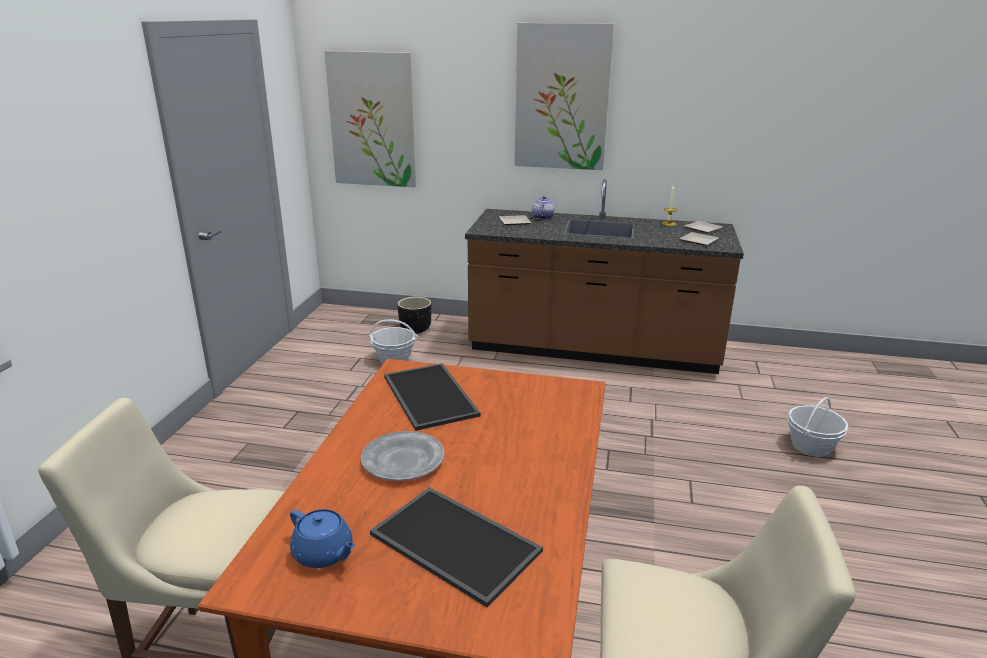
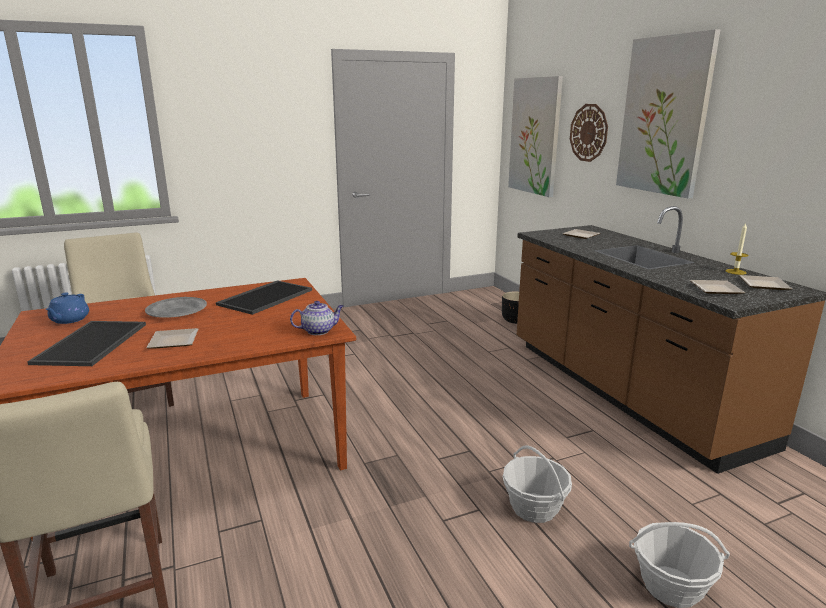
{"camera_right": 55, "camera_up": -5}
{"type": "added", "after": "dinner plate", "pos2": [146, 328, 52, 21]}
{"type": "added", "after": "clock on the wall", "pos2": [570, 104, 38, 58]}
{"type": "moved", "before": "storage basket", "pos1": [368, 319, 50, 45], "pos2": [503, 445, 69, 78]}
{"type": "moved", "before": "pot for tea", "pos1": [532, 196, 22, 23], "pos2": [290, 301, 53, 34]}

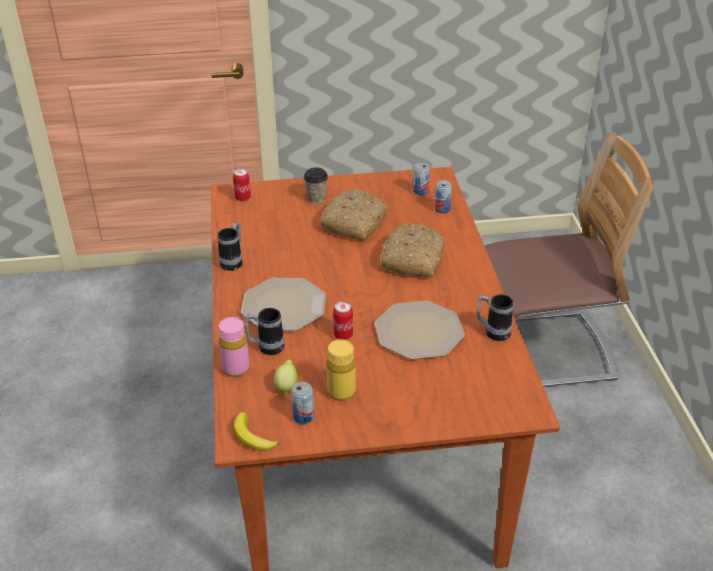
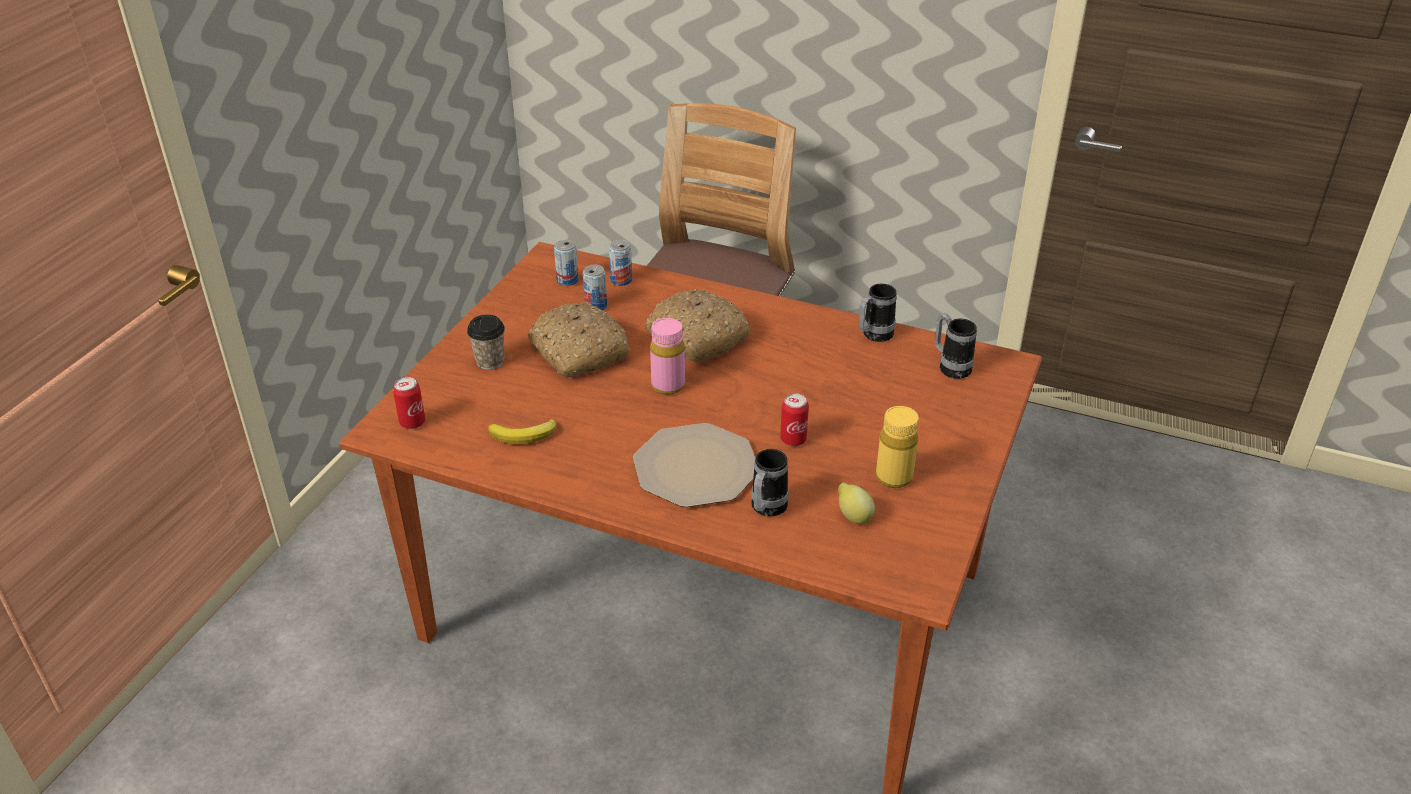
{"camera_right": -60, "camera_up": 0}
{"type": "removed", "before": "dinner plate", "pos1": [375, 301, 90, 59]}
{"type": "moved", "before": "tea mug", "pos1": [218, 223, 24, 48], "pos2": [935, 314, 42, 65]}
{"type": "moved", "before": "pink-coloured bottle", "pos1": [219, 317, 31, 60], "pos2": [650, 318, 35, 77]}
{"type": "moved", "before": "banana fruit", "pos1": [234, 412, 45, 39], "pos2": [488, 419, 68, 25]}
{"type": "moved", "before": "sealed can", "pos1": [292, 382, 22, 42], "pos2": [583, 265, 24, 46]}

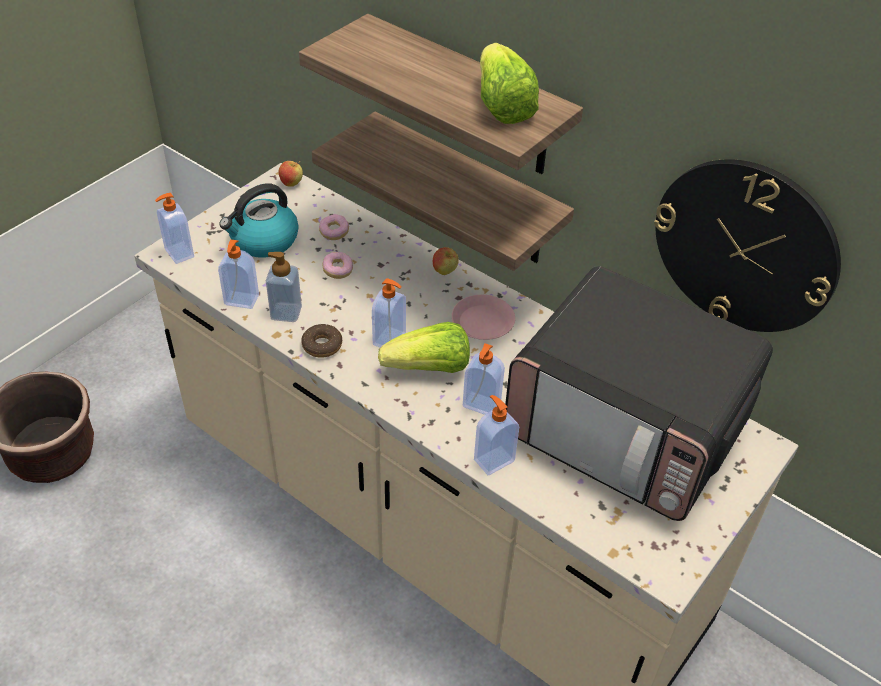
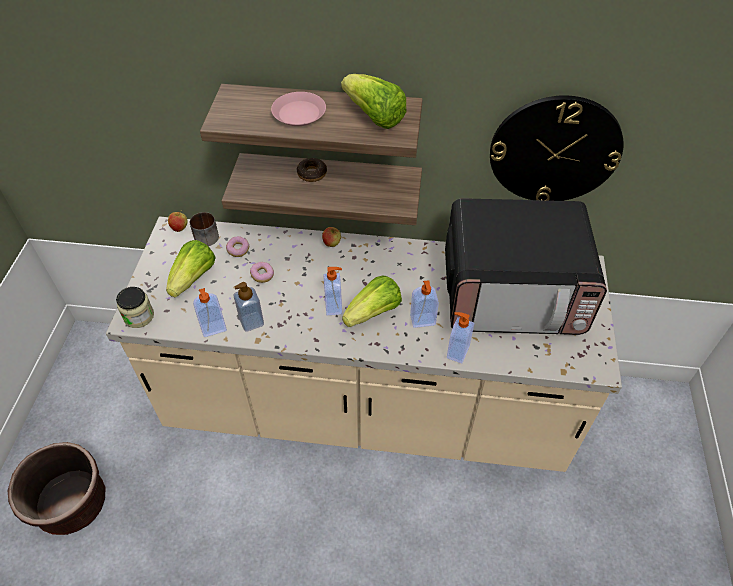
{"camera_right": -30, "camera_up": 5}
{"type": "added", "after": "tea mug", "pos2": [190, 212, 29, 34]}
{"type": "moved", "before": "ring doughnut", "pos1": [301, 324, 41, 34], "pos2": [297, 158, 30, 24]}
{"type": "moved", "before": "pink-coloured dinner plate", "pos1": [452, 295, 63, 45], "pos2": [271, 92, 55, 34]}
{"type": "replaced", "before": "soap bottle", "after": "jar", "pos1": [155, 193, 39, 71], "pos2": [116, 287, 38, 41]}
{"type": "replaced", "before": "water kettle", "after": "lettuce", "pos1": [219, 183, 80, 75], "pos2": [166, 240, 50, 58]}

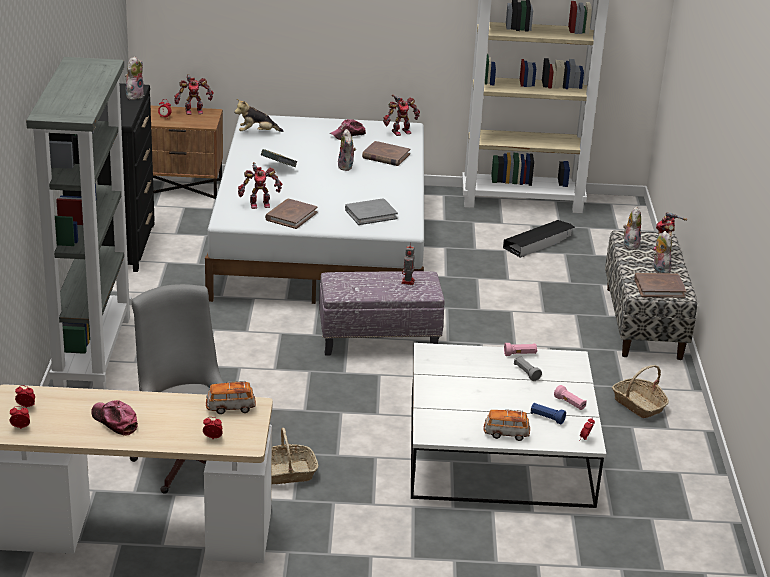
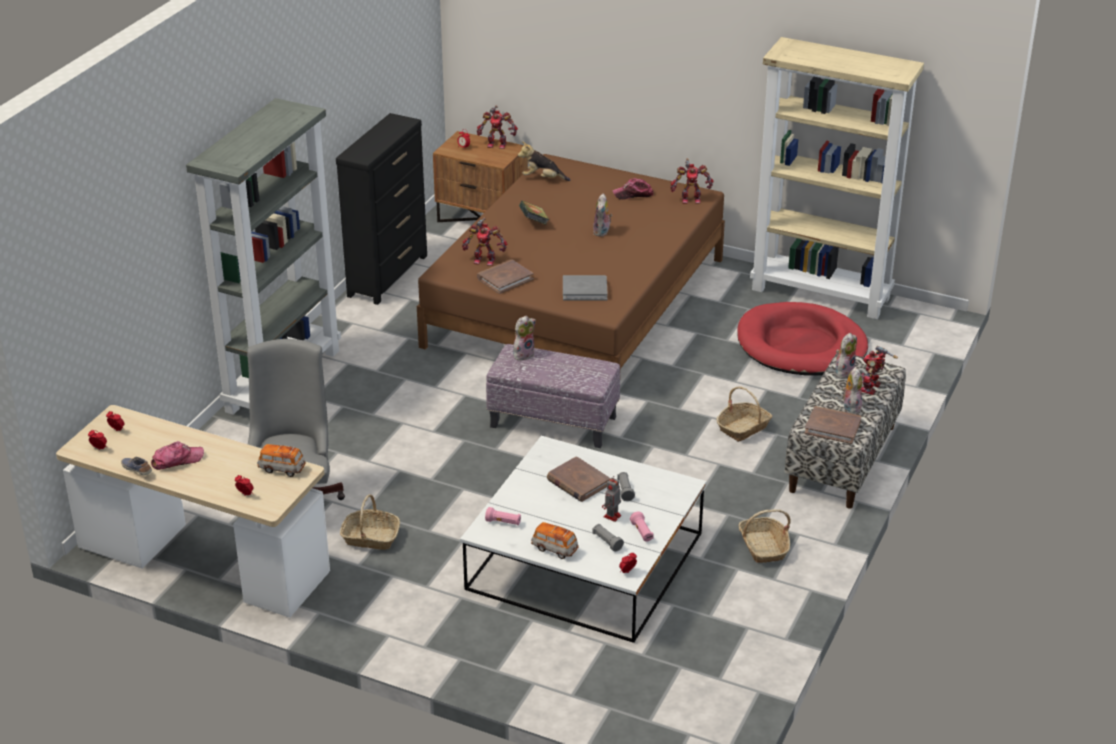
{"camera_right": 25, "camera_up": 5}
{"type": "added", "after": "shoe", "pos2": [121, 457, 31, 18]}
{"type": "added", "after": "storage basket", "pos2": [716, 386, 56, 56]}
{"type": "moved", "before": "cuddly toy", "pos1": [125, 56, 19, 44], "pos2": [513, 316, 23, 44]}
{"type": "moved", "before": "brown-coloured book", "pos1": [362, 141, 48, 25], "pos2": [547, 456, 64, 46]}
{"type": "moved", "before": "model robot", "pos1": [401, 242, 14, 43], "pos2": [602, 477, 19, 45]}
{"type": "moved", "before": "pink-coloured torch", "pos1": [504, 343, 33, 13], "pos2": [485, 507, 36, 18]}
{"type": "replaced", "before": "black-coloured storage container", "after": "red dog bed", "pos1": [503, 220, 72, 38], "pos2": [738, 302, 130, 74]}
{"type": "recoloured", "before": "whitish bedroom bed", "after": "brown-coloured bedroom bed", "pos1": [205, 114, 219, 190], "pos2": [417, 154, 308, 215]}
{"type": "recoloured", "before": "blue torch", "after": "greyish torch", "pos1": [531, 403, 35, 21], "pos2": [593, 524, 31, 28]}
{"type": "turned", "before": "baseball cap", "pos1": [91, 400, 47, 36], "pos2": [151, 441, 53, 29], "turn": 90}

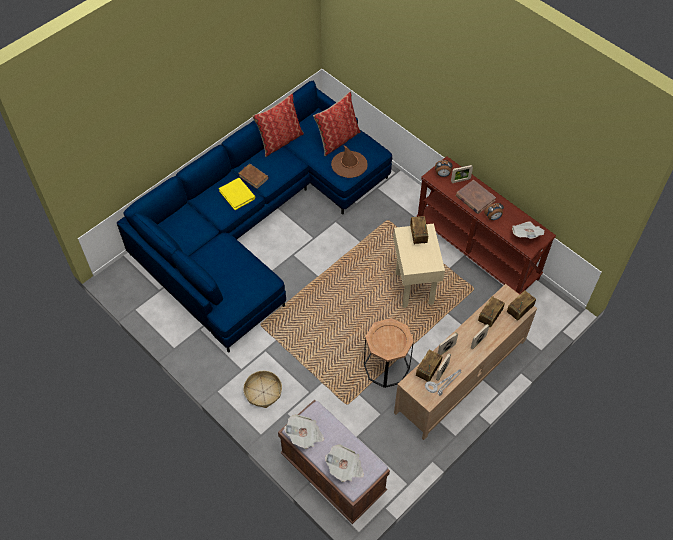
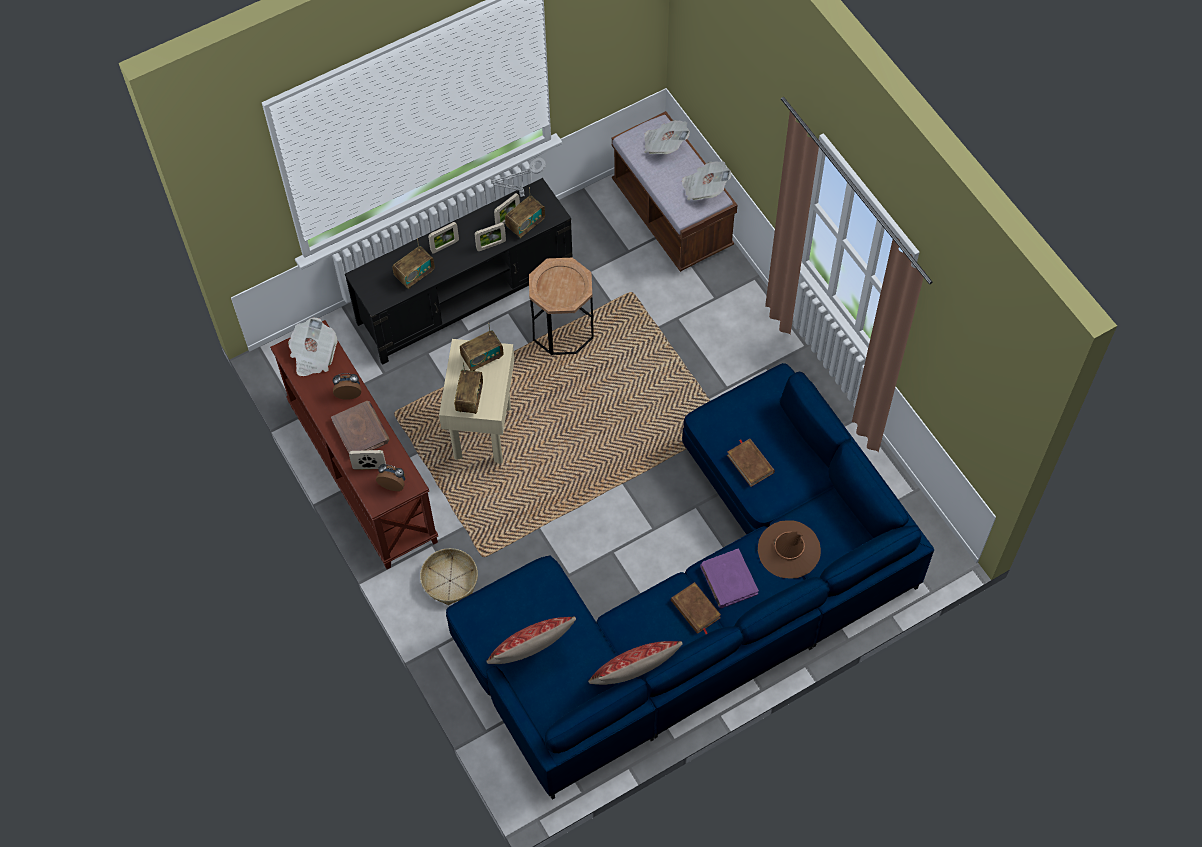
{"camera_right": -165, "camera_up": 5}
{"type": "added", "after": "brown-coloured book", "pos2": [727, 439, 48, 48]}
{"type": "moved", "before": "storage basket", "pos1": [243, 371, 39, 37], "pos2": [420, 548, 58, 57]}
{"type": "moved", "before": "brown-coloured hat", "pos1": [331, 145, 37, 33], "pos2": [758, 520, 63, 59]}
{"type": "moved", "before": "radio", "pos1": [507, 291, 29, 29], "pos2": [460, 323, 44, 48]}
{"type": "recoloured", "before": "yellowish book", "after": "purple book", "pos1": [219, 178, 36, 32], "pos2": [700, 549, 59, 59]}
{"type": "recoloured", "before": "beige tv stand", "after": "black-coloured tv stand", "pos1": [394, 284, 143, 156], "pos2": [345, 178, 228, 187]}

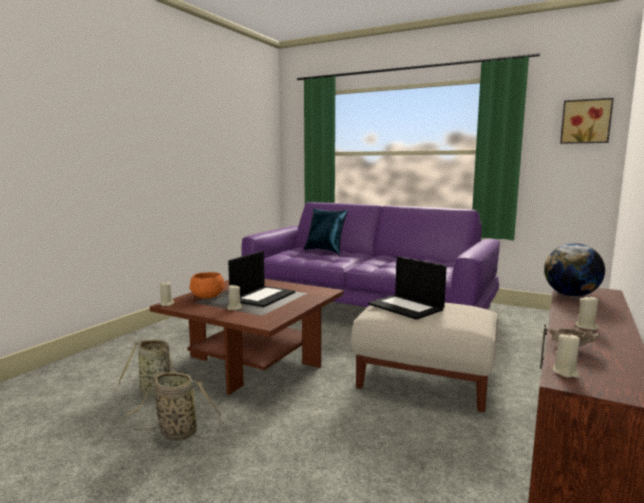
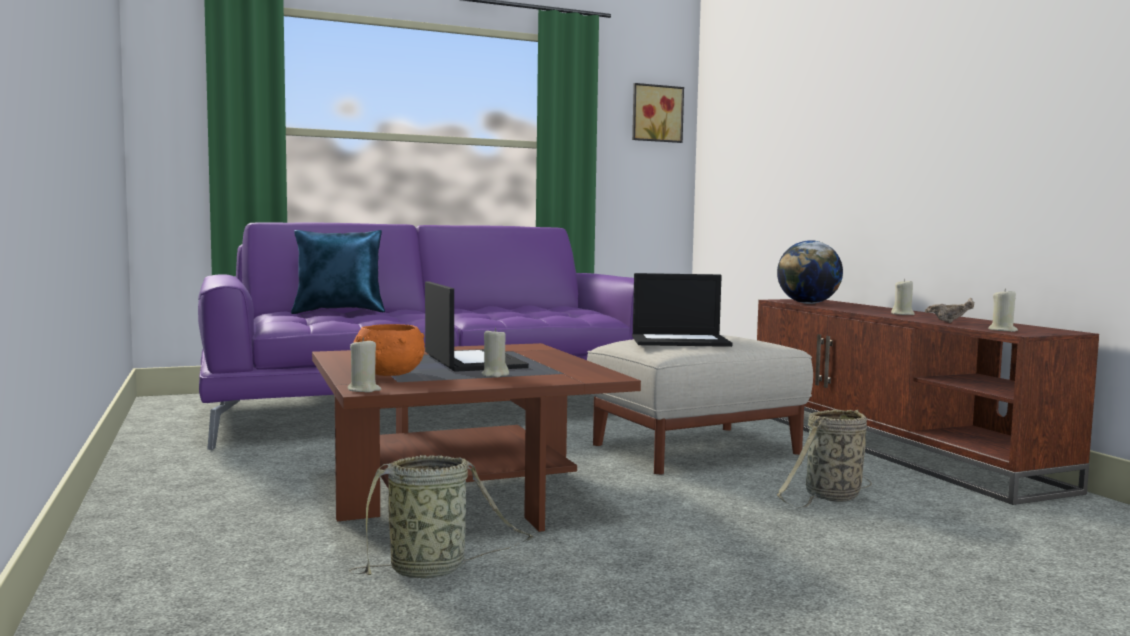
{"camera_right": -50, "camera_up": -5}
{"type": "moved", "before": "storage basket", "pos1": [123, 372, 98, 69], "pos2": [777, 409, 95, 99]}

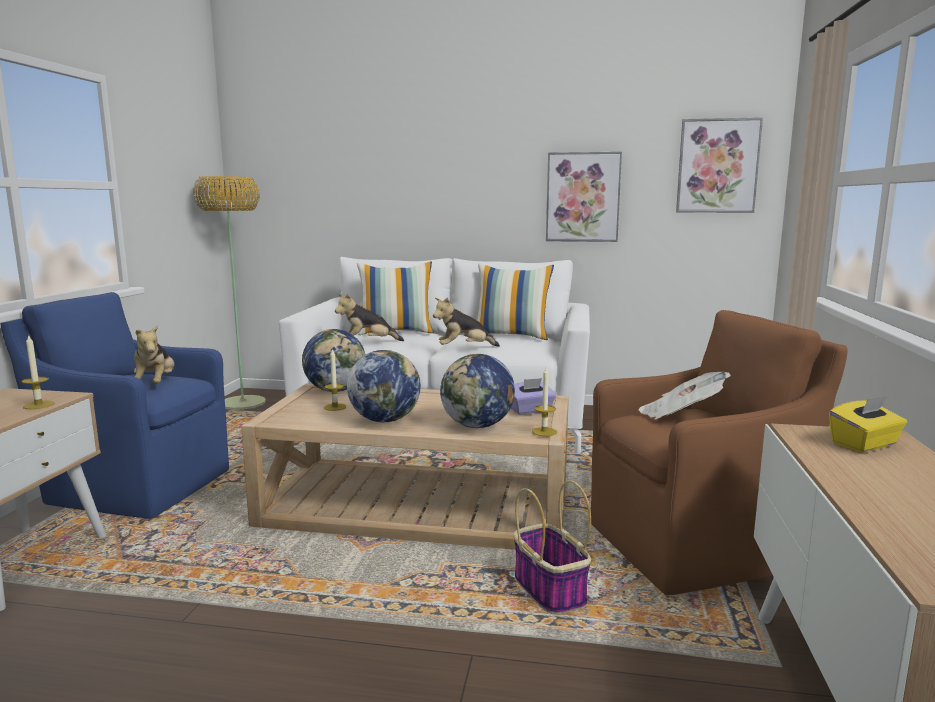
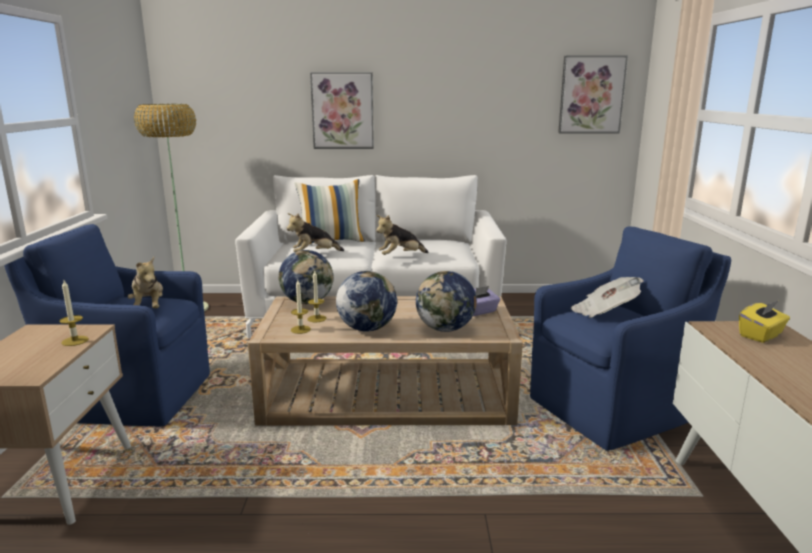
{"camera_right": -10, "camera_up": 5}
{"type": "removed", "before": "pillow", "pos1": [477, 263, 77, 77]}
{"type": "removed", "before": "storage basket", "pos1": [514, 480, 77, 135]}
{"type": "moved", "before": "candle", "pos1": [532, 367, 25, 69], "pos2": [291, 280, 20, 54]}
{"type": "moved", "before": "picture", "pos1": [546, 152, 76, 90], "pos2": [310, 72, 64, 77]}
{"type": "recoloured", "before": "brown-coloured lounge chair", "after": "blue lounge chair", "pos1": [591, 310, 257, 285], "pos2": [530, 227, 201, 224]}

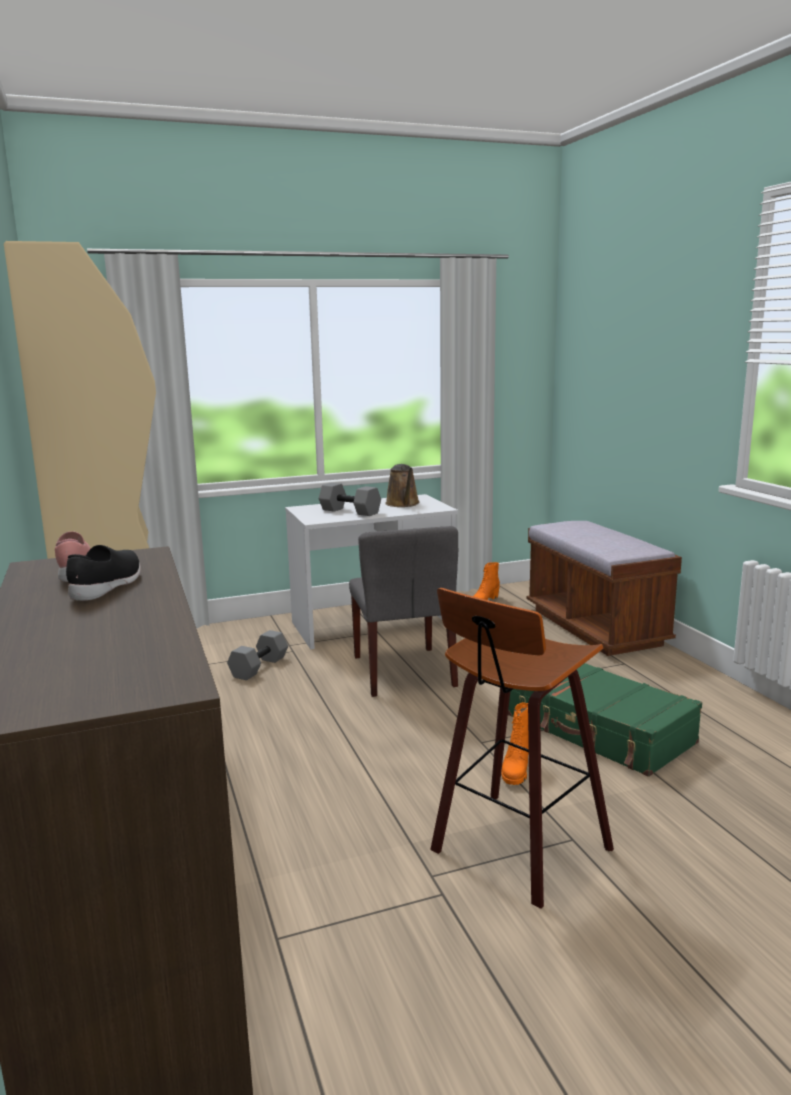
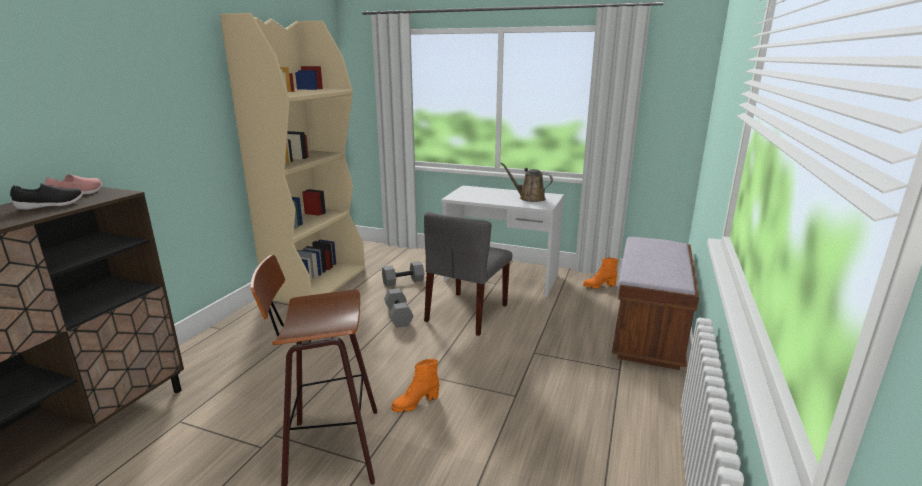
{"camera_right": 40, "camera_up": 5}
{"type": "removed", "before": "green-coloured suitcase", "pos1": [508, 663, 194, 114]}
{"type": "moved", "before": "greyish hand weight", "pos1": [319, 483, 62, 33], "pos2": [384, 288, 29, 40]}
{"type": "turned", "before": "brown-coloured watering pot", "pos1": [385, 464, 34, 43], "pos2": [500, 163, 53, 39], "turn": 90}

